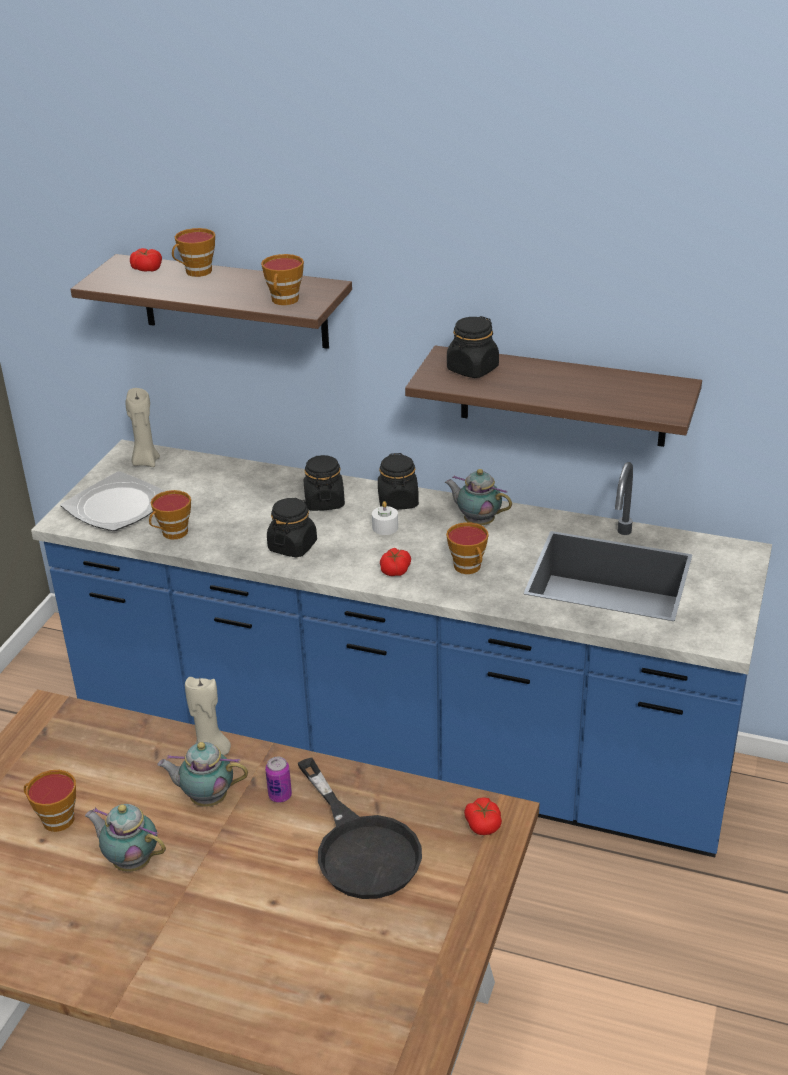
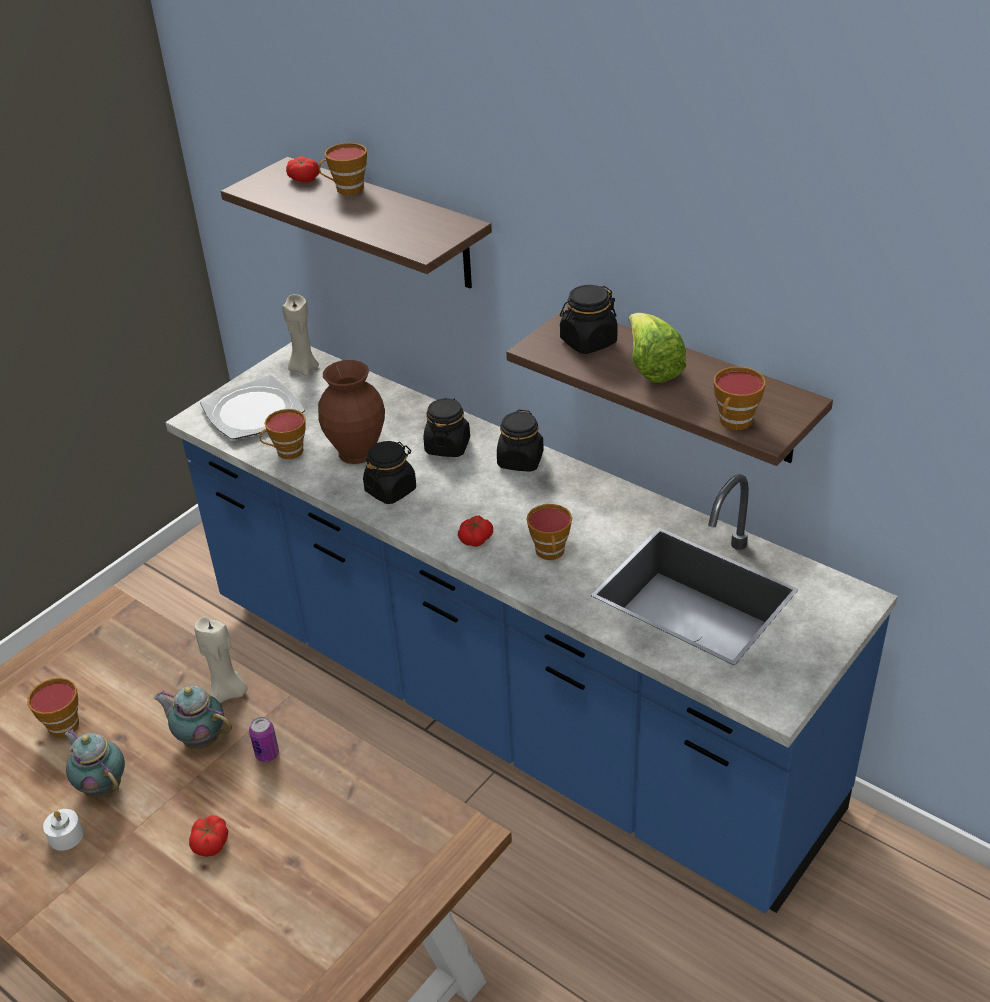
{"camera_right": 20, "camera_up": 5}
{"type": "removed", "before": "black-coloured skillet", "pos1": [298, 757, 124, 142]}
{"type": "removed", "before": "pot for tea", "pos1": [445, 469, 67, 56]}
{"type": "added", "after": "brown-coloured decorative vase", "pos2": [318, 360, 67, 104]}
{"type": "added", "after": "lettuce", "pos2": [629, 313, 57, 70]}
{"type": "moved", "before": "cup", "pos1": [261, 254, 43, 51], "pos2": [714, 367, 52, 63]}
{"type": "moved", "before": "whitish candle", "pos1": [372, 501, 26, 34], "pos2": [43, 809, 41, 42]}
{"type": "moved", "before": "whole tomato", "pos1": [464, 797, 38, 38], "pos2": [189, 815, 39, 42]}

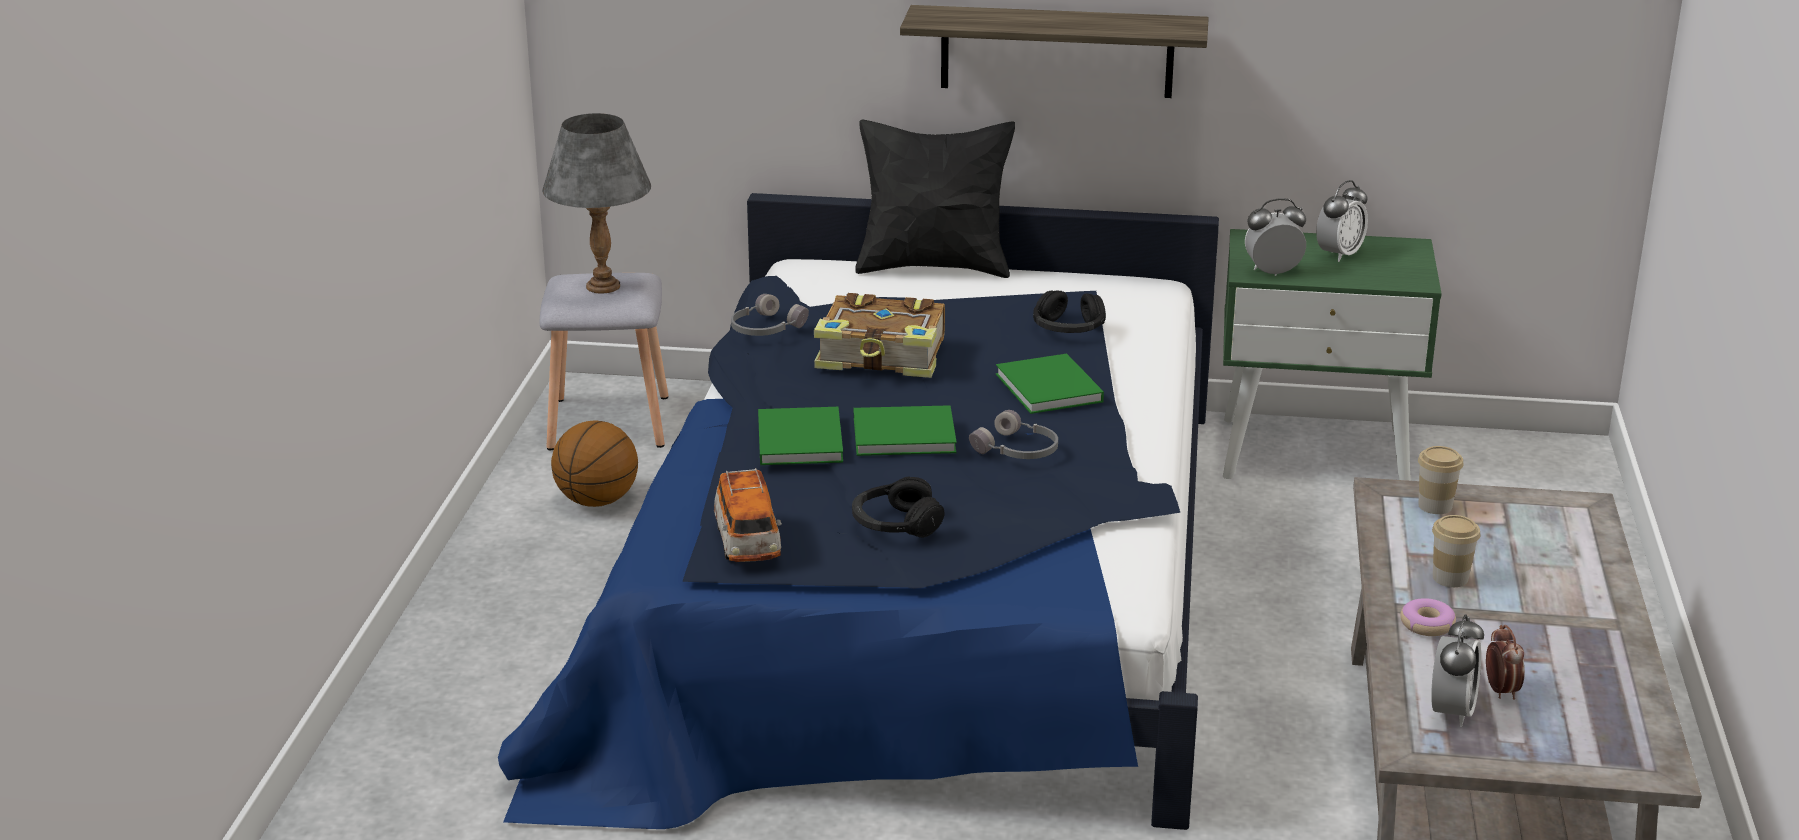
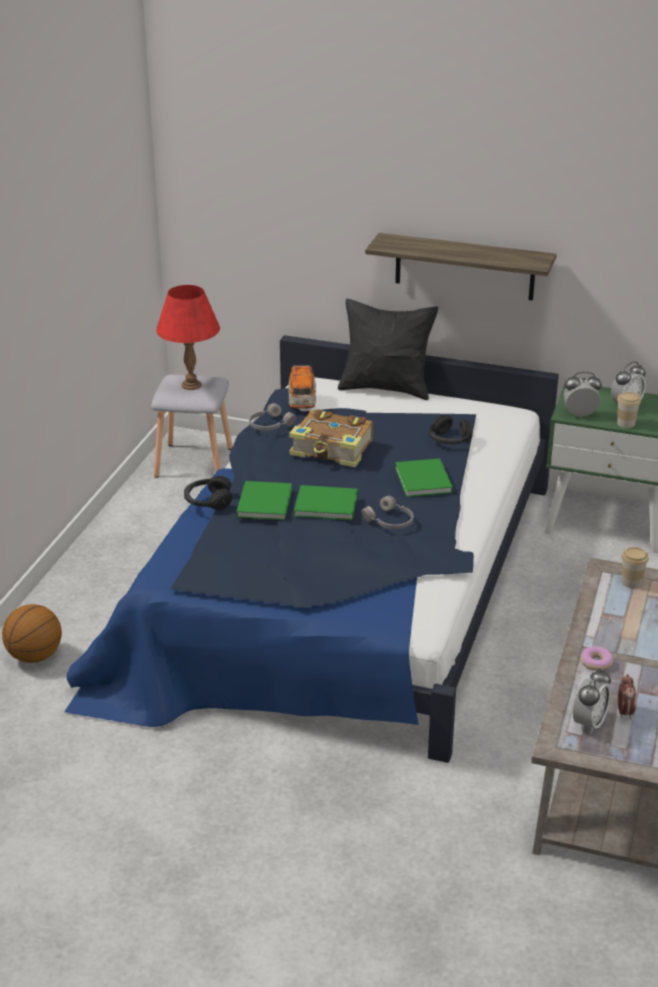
{"camera_right": 10, "camera_up": 5}
{"type": "moved", "before": "basketball ball", "pos1": [551, 420, 87, 87], "pos2": [2, 604, 60, 59]}
{"type": "moved", "before": "model car", "pos1": [714, 468, 68, 94], "pos2": [288, 365, 28, 44]}
{"type": "moved", "before": "black-coloured headphones", "pos1": [852, 476, 93, 62], "pos2": [184, 476, 48, 35]}
{"type": "moved", "before": "cup", "pos1": [1432, 515, 48, 72], "pos2": [617, 392, 24, 36]}
{"type": "recoloured", "before": "greyish lamp for a table", "after": "red lamp for a table", "pos1": [542, 113, 109, 181], "pos2": [156, 285, 64, 105]}

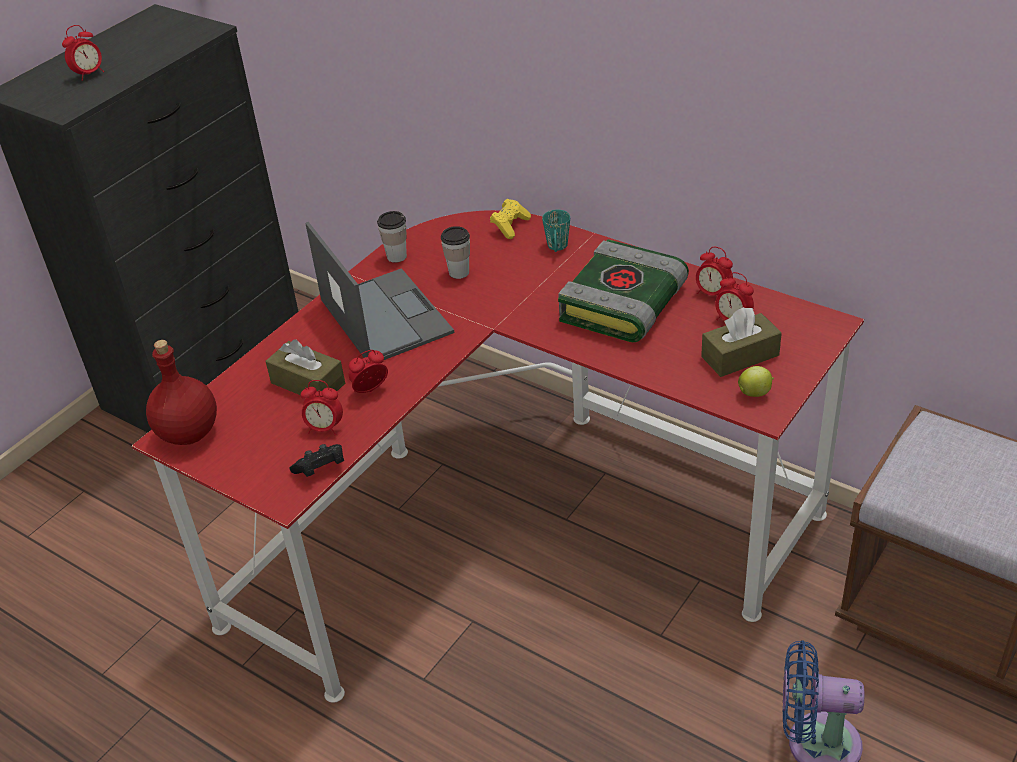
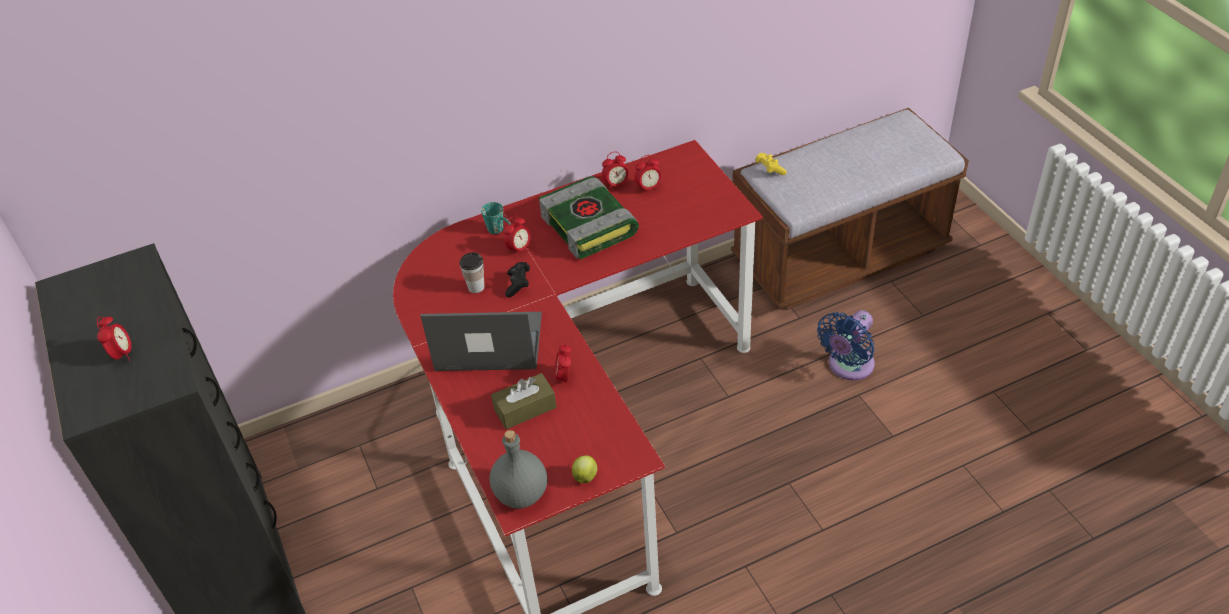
{"camera_right": -60, "camera_up": 5}
{"type": "removed", "before": "cup", "pos1": [377, 211, 30, 52]}
{"type": "removed", "before": "brown-coloured tissue holder", "pos1": [701, 307, 81, 70]}
{"type": "moved", "before": "black-coloured gamepad", "pos1": [289, 444, 55, 33], "pos2": [505, 262, 25, 36]}
{"type": "moved", "before": "table clock", "pos1": [301, 380, 42, 56], "pos2": [503, 215, 28, 42]}
{"type": "moved", "before": "yellowish gamepad", "pos1": [490, 199, 41, 40], "pos2": [755, 153, 32, 22]}
{"type": "moved", "before": "apple fruit", "pos1": [738, 366, 36, 31], "pos2": [572, 455, 25, 28]}
{"type": "recoloured", "before": "red bottle", "after": "greyish bottle", "pos1": [146, 340, 71, 105], "pos2": [489, 430, 58, 79]}

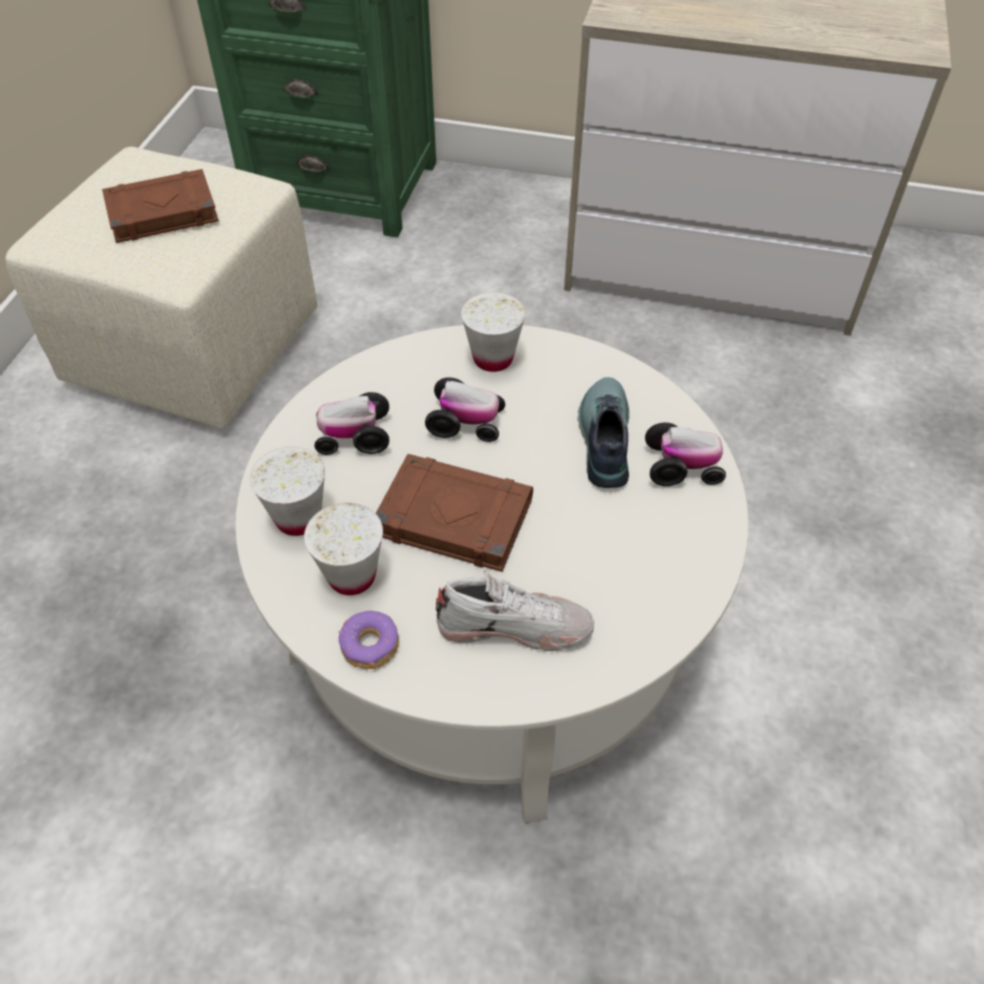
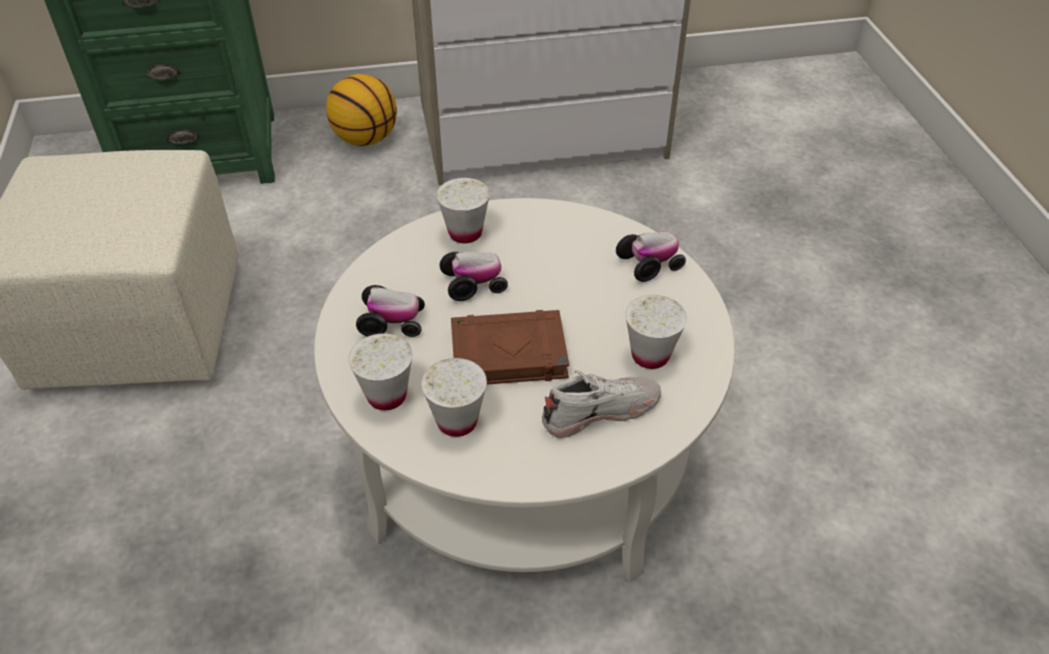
{"camera_right": -25, "camera_up": -5}
{"type": "removed", "before": "brown-coloured book", "pos1": [102, 169, 117, 74]}
{"type": "removed", "before": "ring doughnut", "pos1": [338, 611, 61, 58]}
{"type": "removed", "before": "shoe", "pos1": [578, 377, 51, 111]}
{"type": "added", "after": "basketball ball", "pos2": [326, 74, 71, 72]}
{"type": "added", "after": "whitish cup", "pos2": [625, 295, 62, 74]}
{"type": "turned", "before": "model car", "pos1": [314, 392, 75, 63], "pos2": [356, 285, 69, 52], "turn": -150}

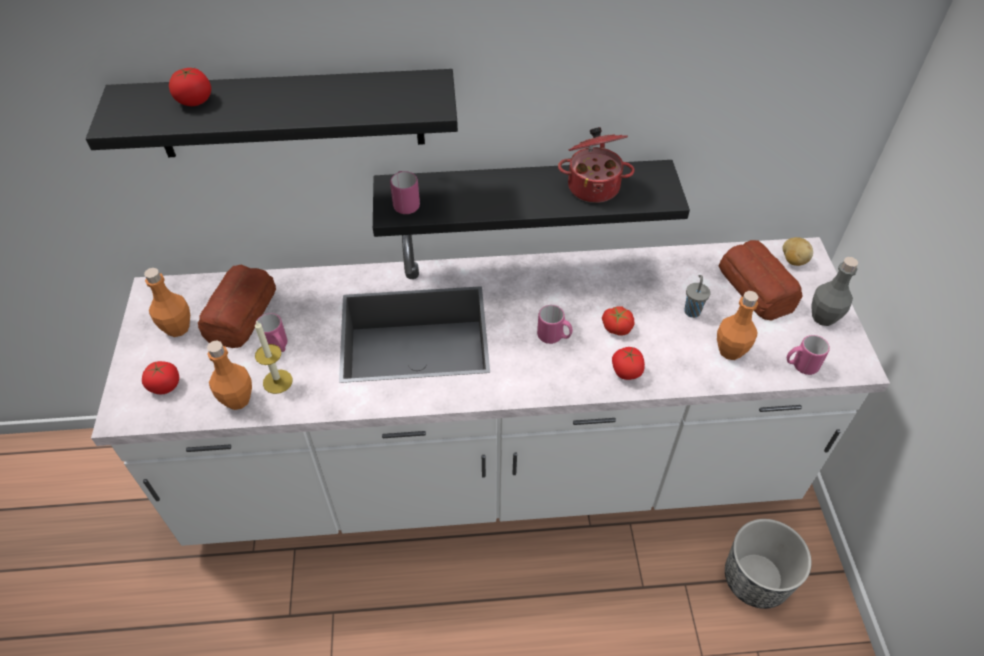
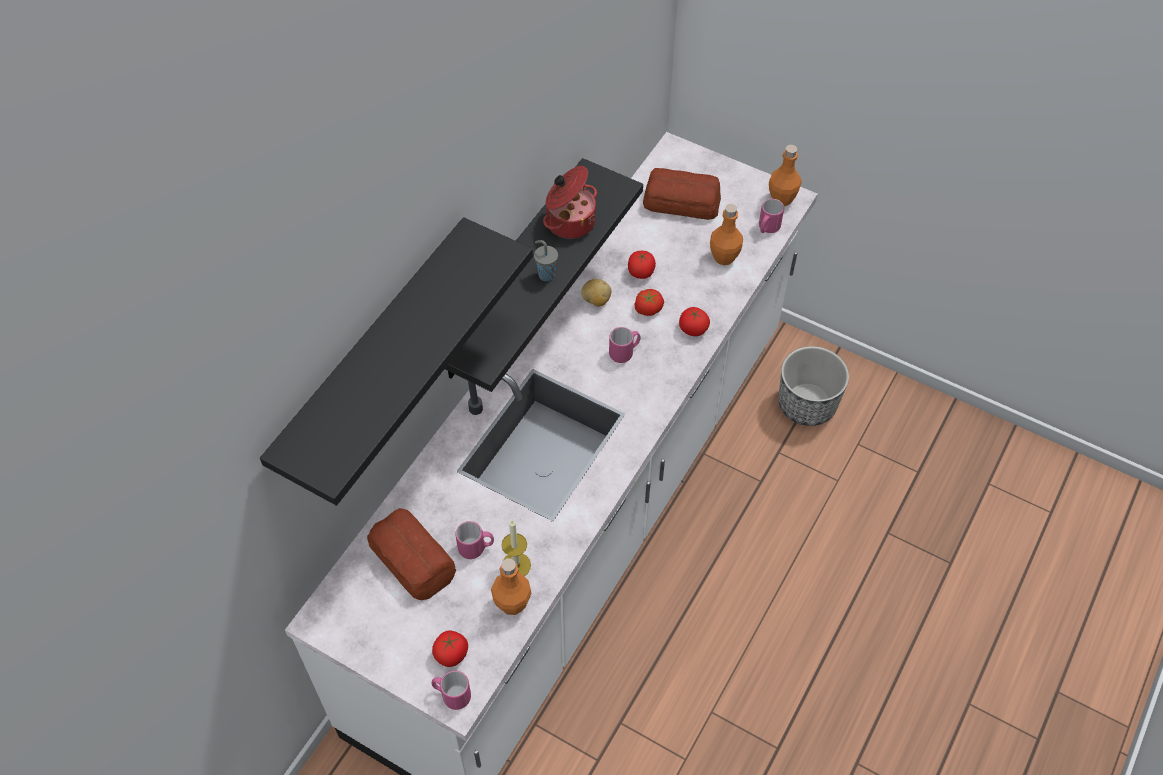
{"camera_right": -55, "camera_up": 5}
{"type": "removed", "before": "greyish bottle", "pos1": [811, 257, 47, 69]}
{"type": "moved", "before": "orange bottle", "pos1": [144, 268, 46, 69], "pos2": [769, 145, 33, 61]}
{"type": "moved", "before": "whole tomato", "pos1": [169, 68, 42, 38], "pos2": [628, 251, 28, 28]}
{"type": "moved", "before": "pink-coloured tea mug", "pos1": [390, 171, 30, 43], "pos2": [431, 671, 40, 39]}
{"type": "moved", "before": "greyish cup", "pos1": [684, 275, 26, 43], "pos2": [534, 240, 24, 41]}
{"type": "moved", "before": "whole potato", "pos1": [782, 237, 31, 29], "pos2": [581, 279, 30, 27]}

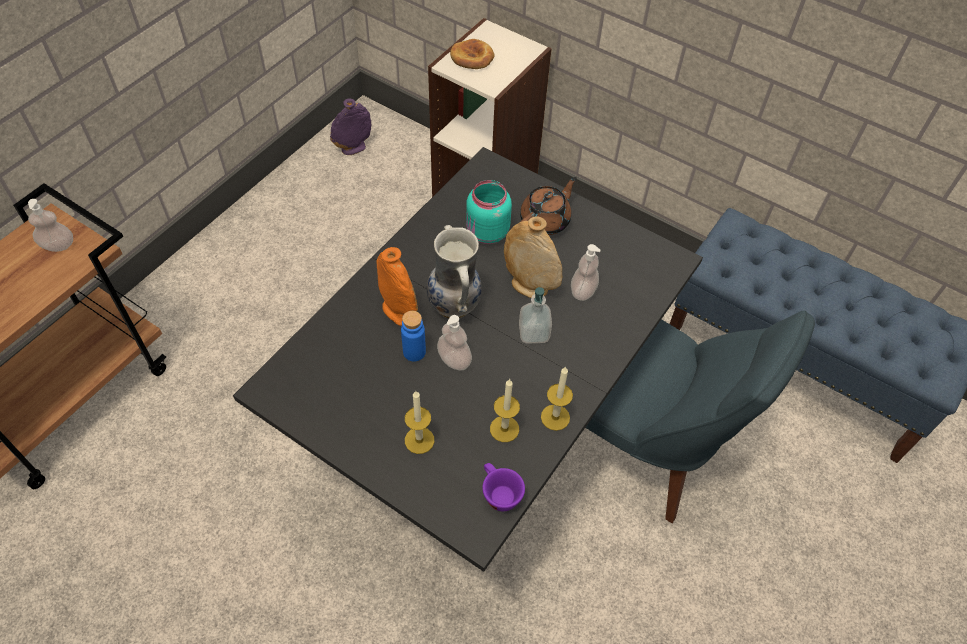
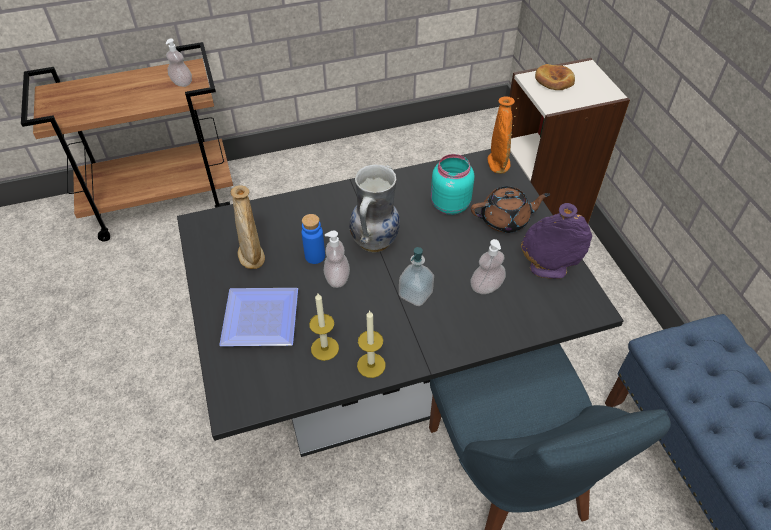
{"camera_right": 40, "camera_up": -5}
{"type": "removed", "before": "purple cup", "pos1": [482, 463, 43, 48]}
{"type": "moved", "before": "purple decorative vase", "pos1": [330, 99, 41, 56], "pos2": [521, 203, 71, 76]}
{"type": "moved", "before": "orange decorative vase", "pos1": [376, 247, 42, 79], "pos2": [487, 97, 28, 77]}
{"type": "moved", "before": "beige decorative vase", "pos1": [504, 216, 58, 82], "pos2": [231, 185, 34, 84]}
{"type": "replaced", "before": "candle", "after": "dinner plate", "pos1": [405, 391, 29, 63], "pos2": [219, 288, 79, 58]}

